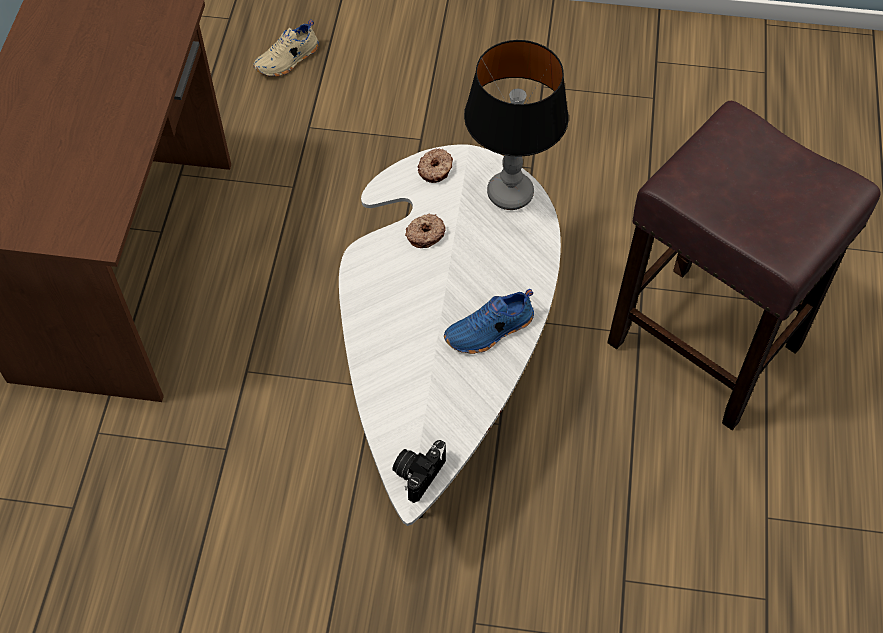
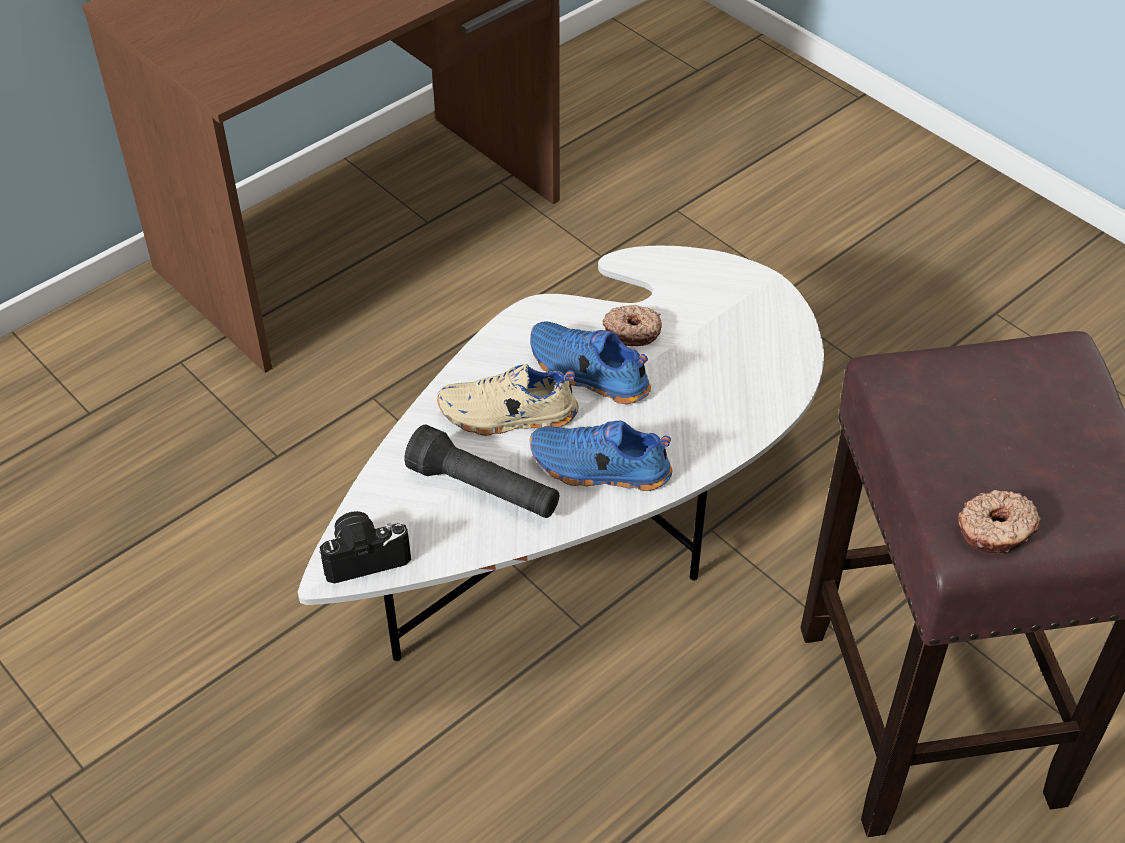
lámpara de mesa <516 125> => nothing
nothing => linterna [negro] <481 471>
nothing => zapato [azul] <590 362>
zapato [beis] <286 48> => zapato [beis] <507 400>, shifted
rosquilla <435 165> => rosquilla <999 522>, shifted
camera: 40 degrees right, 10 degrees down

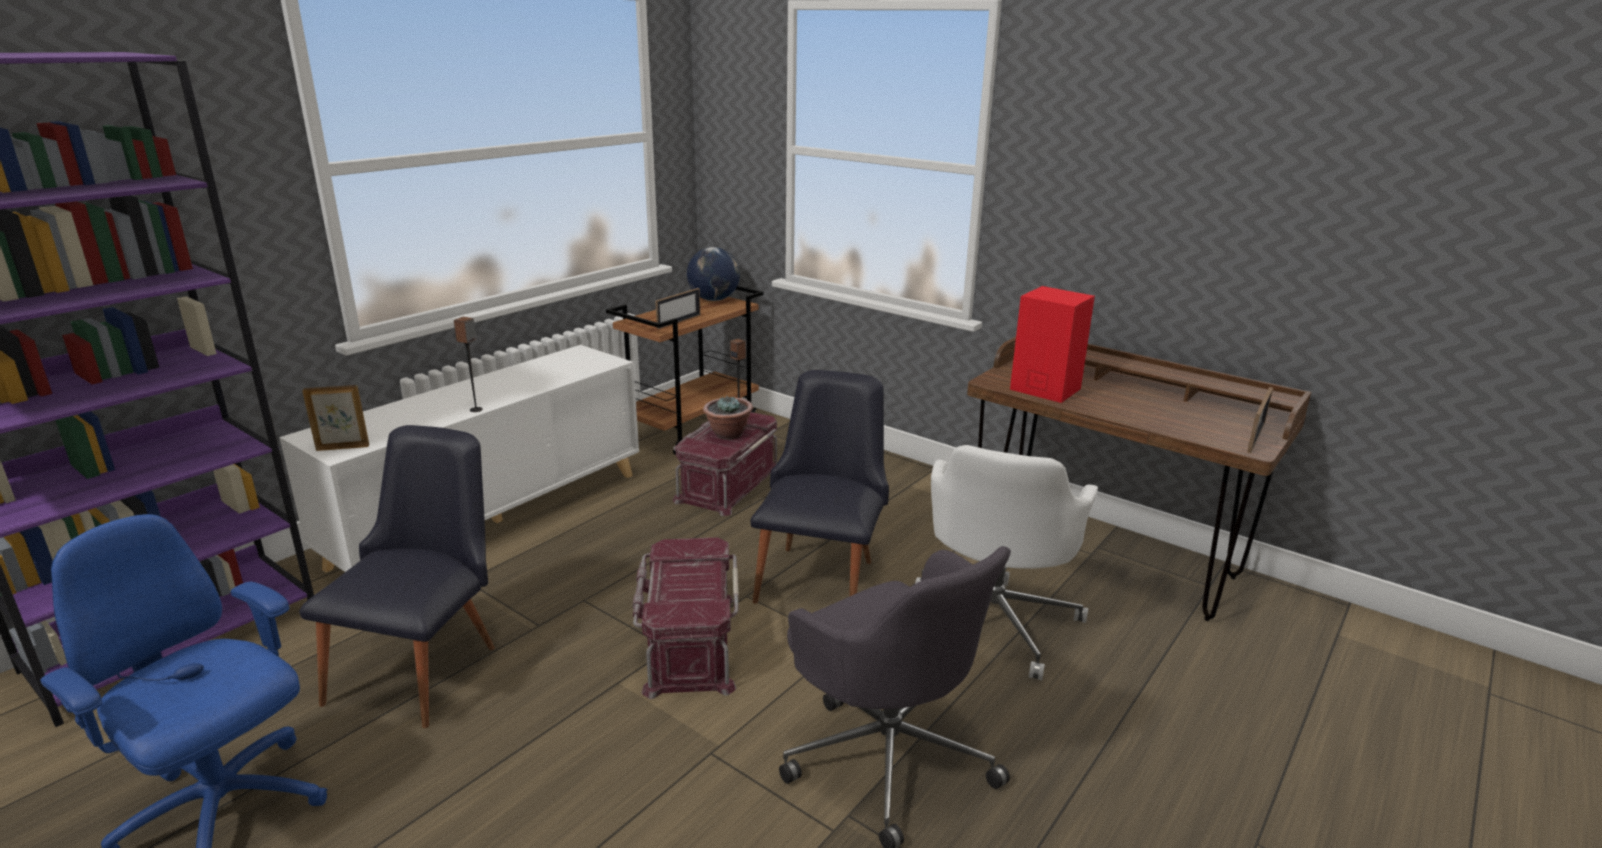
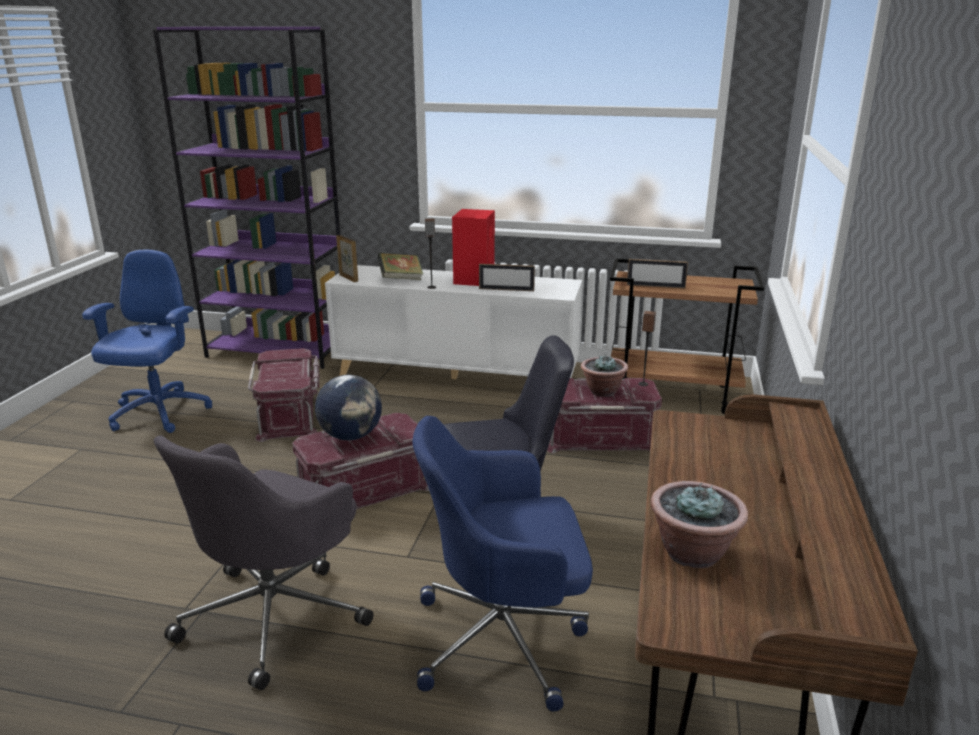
nothing => libro <400 266>
nothing => planta en maceta <699 524>
globo terráqueo <713 274> => globo terráqueo <348 407>, shifted
altavoz [rojo] <1052 344> => altavoz [rojo] <473 247>, shifted
portarretratos <1260 420> => portarretratos <507 277>, shifted
silla [negro] <397 576> => caja de almacenaje [rojo] <284 395>
silla de oficina [blanco] <1006 562> => silla de oficina [azul] <502 564>
camera: 65 degrees right, 0 degrees up

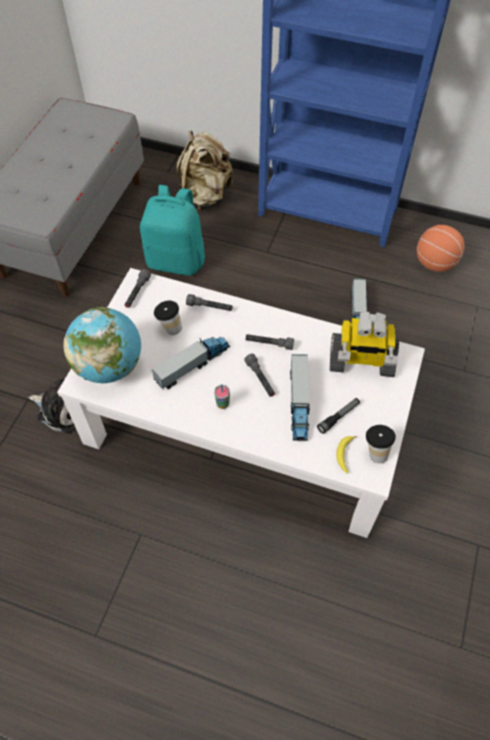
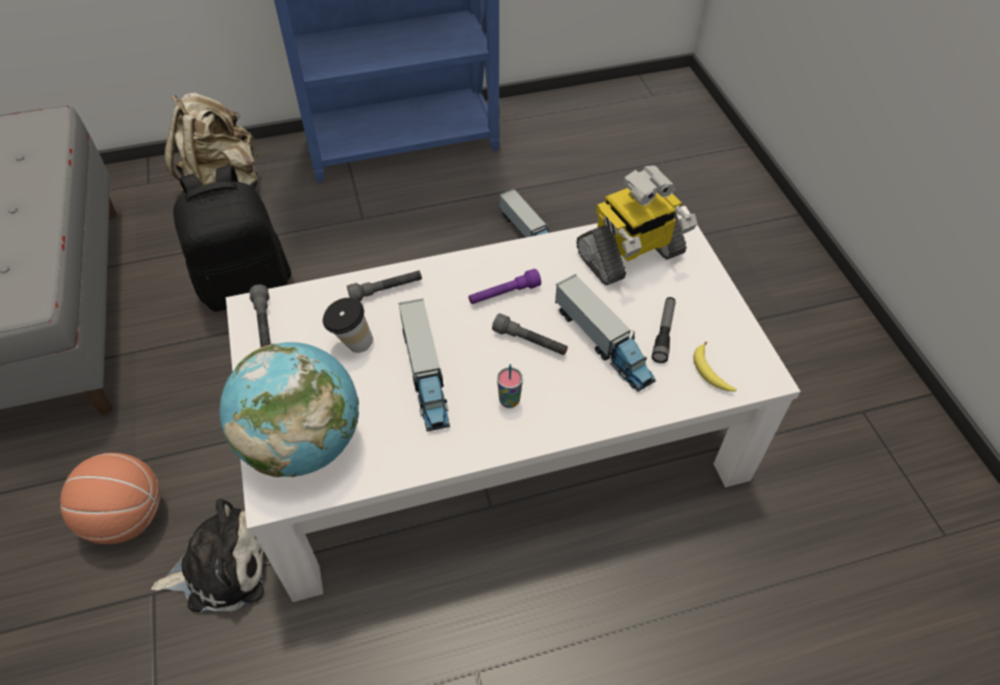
taza <381 444> => nothing
balón de baloncesto <441 248> => balón de baloncesto <110 498>, shifted
mochila [turquesa] <172 230> => mochila [negro] <232 238>
linterna [gris] <270 342> => linterna [morado] <505 286>
camión de juguete <191 363> => camión de juguete <424 365>, 150 degrees clockwise
camera: 35 degrees left, 5 degrees down

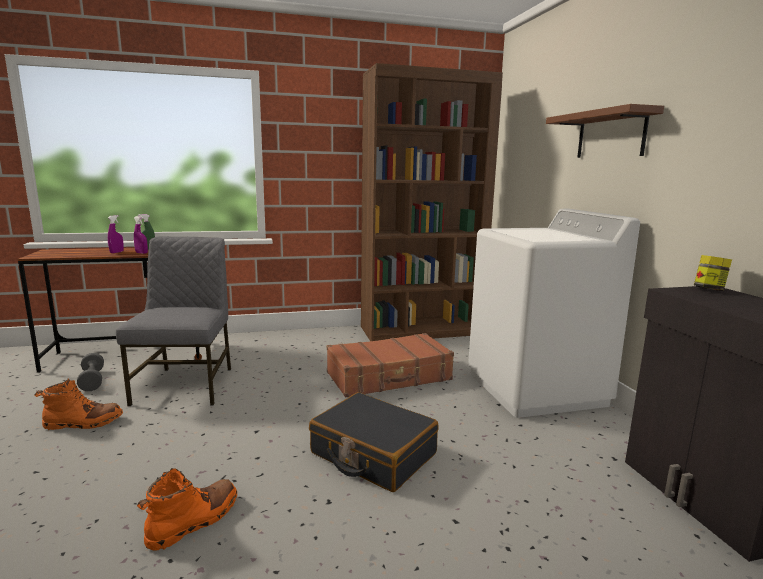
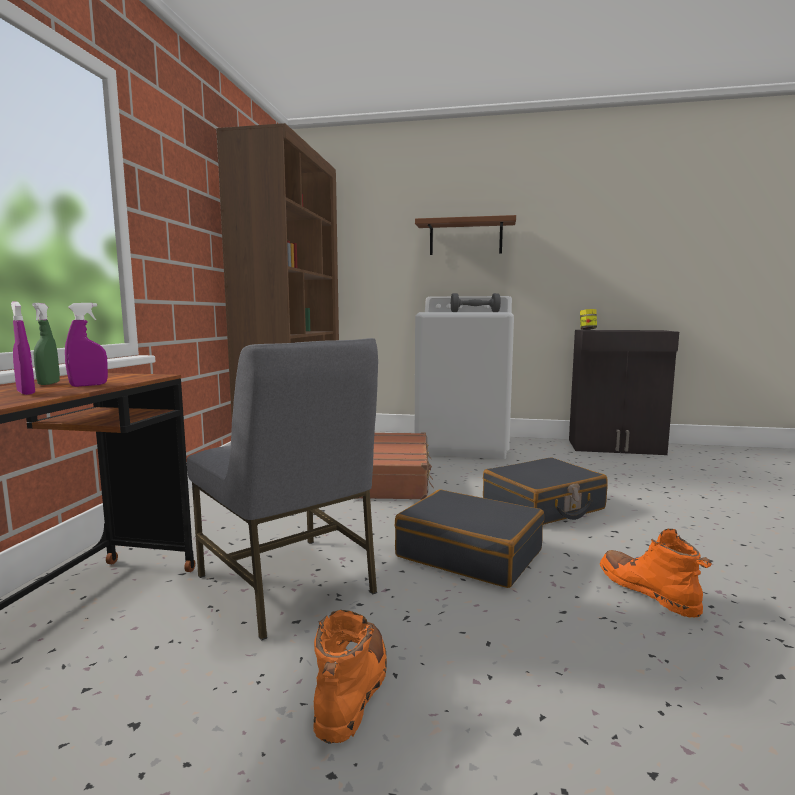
nothing => maleta [negro] <469 539>
mancuerna [gris] <90 372> => mancuerna [gris] <476 302>, shifted
silla [gris] <173 321> => silla [gris] <282 489>, 150 degrees counterclockwise
camera: 65 degrees left, 5 degrees down

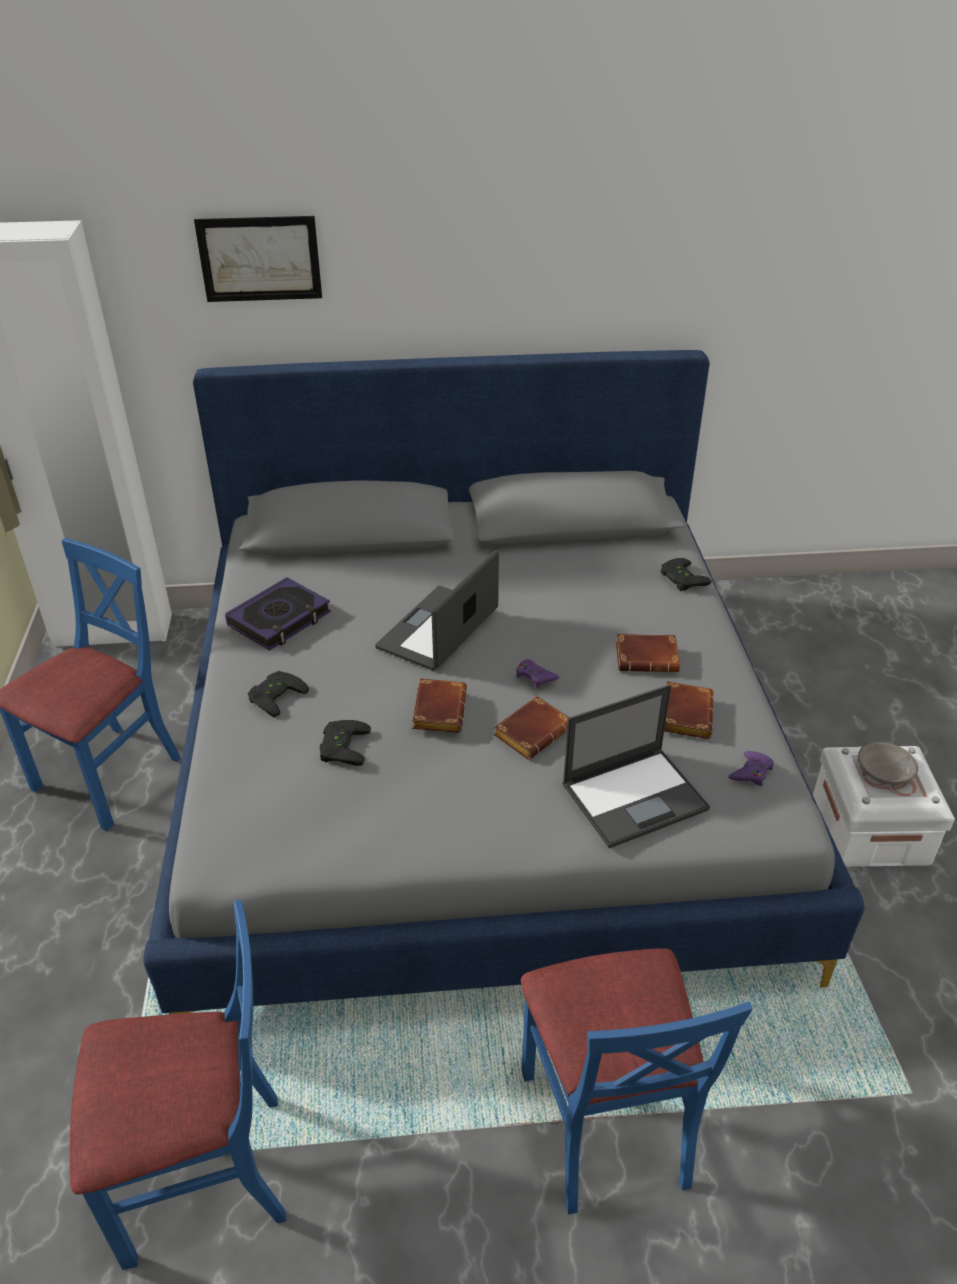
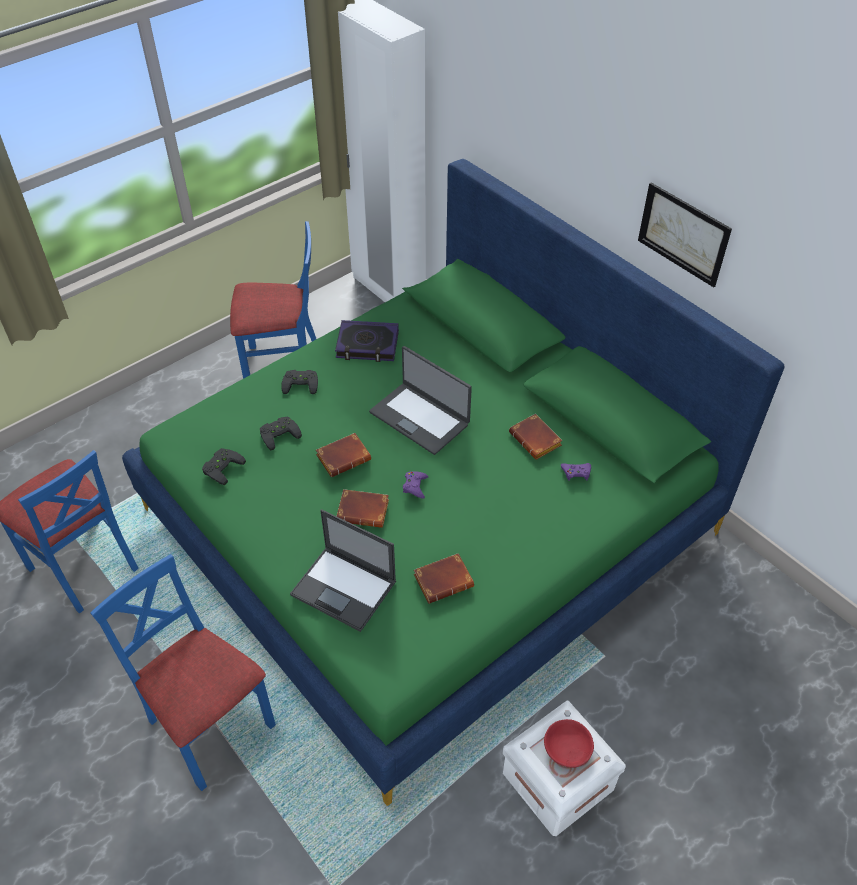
cuadro <258 259> => cuadro <685 235>, shifted
libro [marrón] <648 653> => libro [marrón] <535 437>, shifted
mando de consola [negro] <686 574> => mando de consola [negro] <224 466>, shifted
mando de consola [morado] <751 768> => mando de consola [morado] <576 472>, shifted
cama [gris] <504 682> => cama [verde] <453 482>
cuenco [gris] <888 763> => cuenco [rojo] <569 743>
portátil <437 610> => portátil <420 400>, 135 degrees counterclockwise
silla [azul] <637 1081> => silla [azul] <183 672>, 90 degrees clockwise
camera: 55 degrees right, 10 degrees up

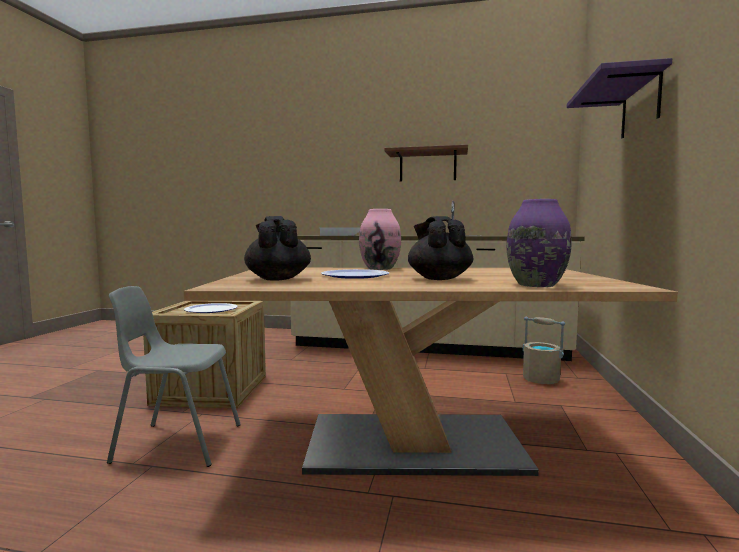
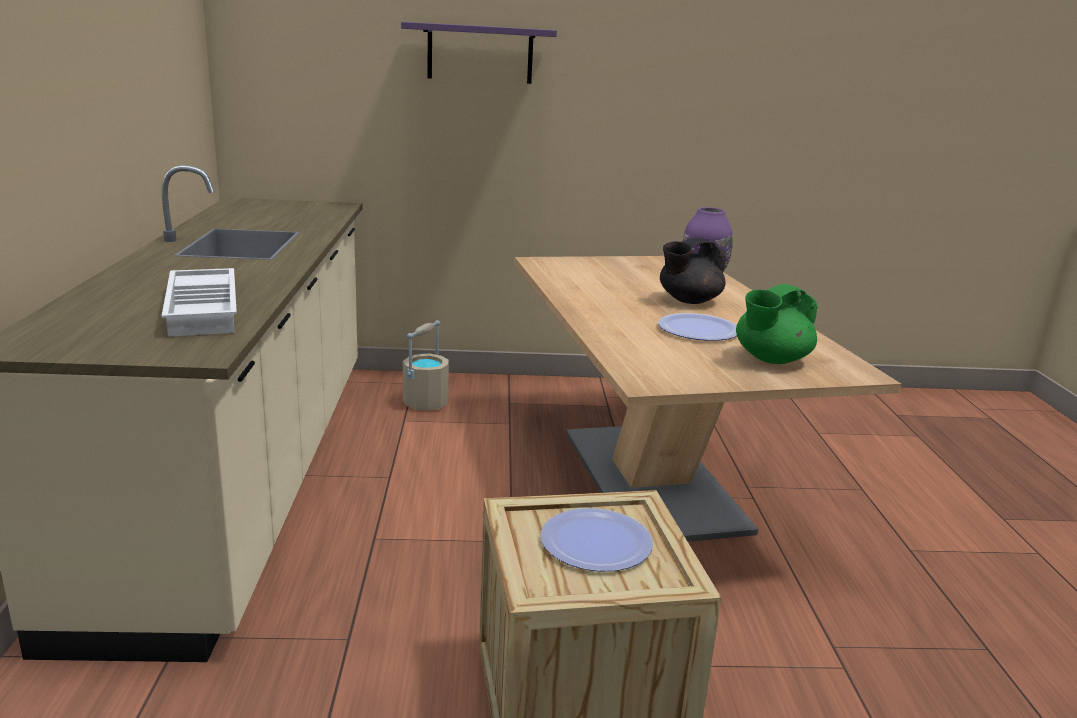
silla [gris] <174 376> => nothing
florero [rosa] <380 239> => nothing
estante [marrón] <426 163> => nothing
tetera [negro] <277 248> => tetera [verde] <777 324>
camera: 105 degrees left, 15 degrees up

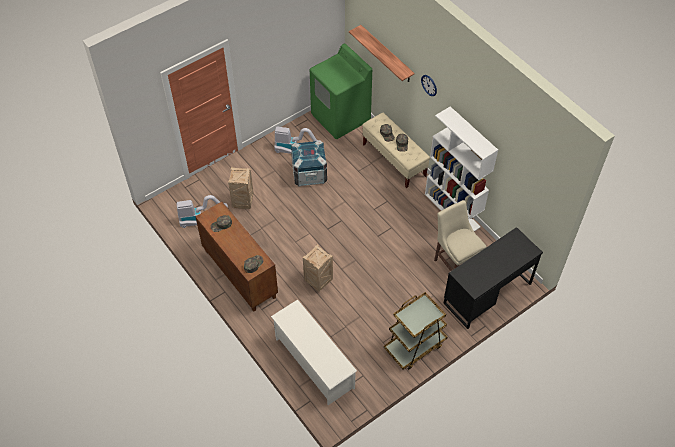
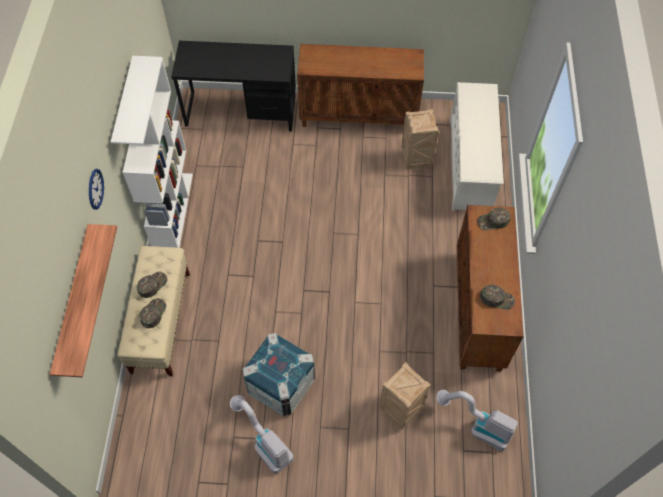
lavadora [verde] <341 91> => nothing
silla [beis] <460 235> => nothing
caja de embalaje <318 268> => caja de embalaje <420 139>, shifted
carrito [marrón] <415 331> => armario [marrón] <360 85>
camera: 140 degrees left, 5 degrees up

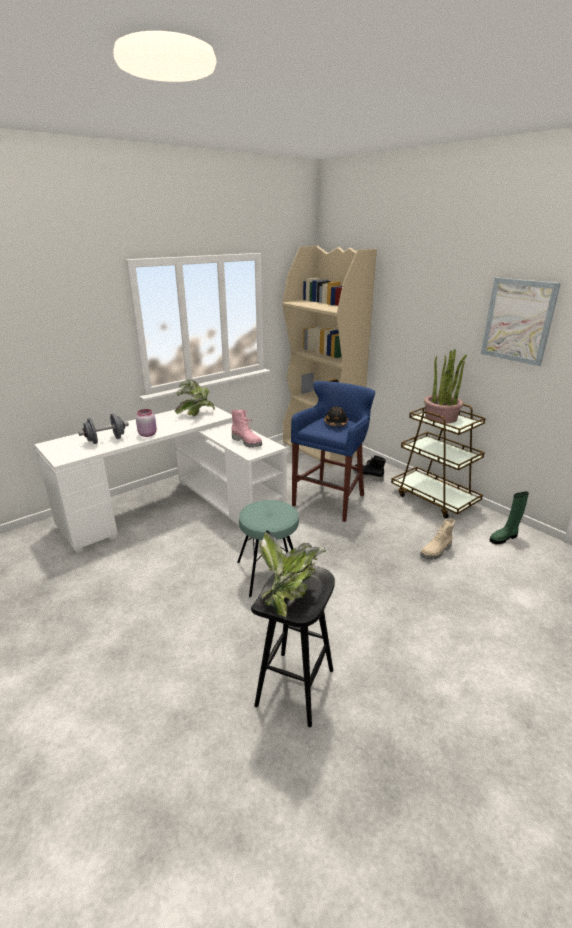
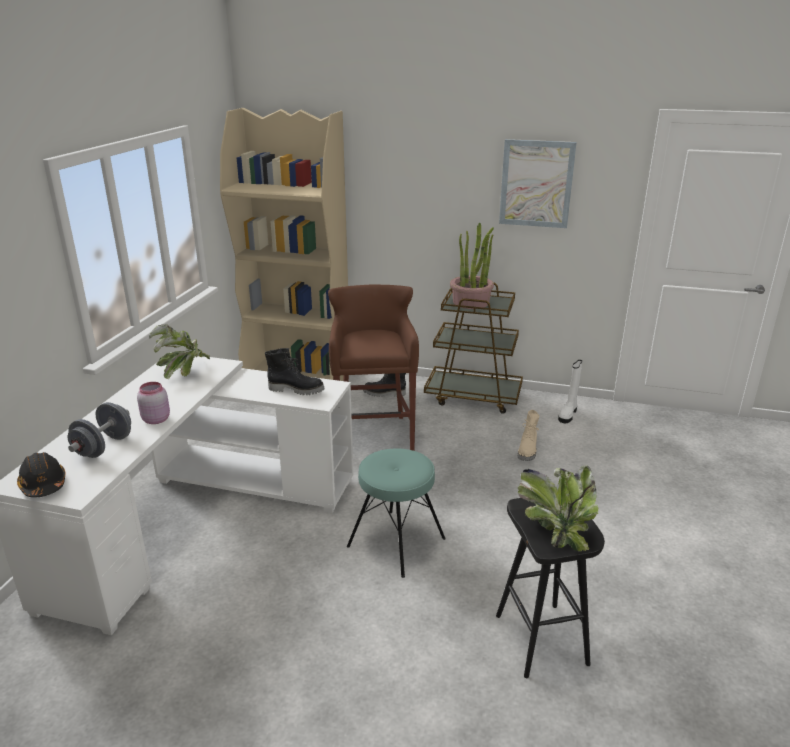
casco [negro] <336 416> => casco [negro] <41 475>, shifted
bota [rosa] <246 429> => bota [negro] <295 371>
taburete [azul] <333 451> => taburete [marrón] <373 368>
bota [verde] <509 518> => bota [blanco] <570 391>
camera: 35 degrees left, 0 degrees up

